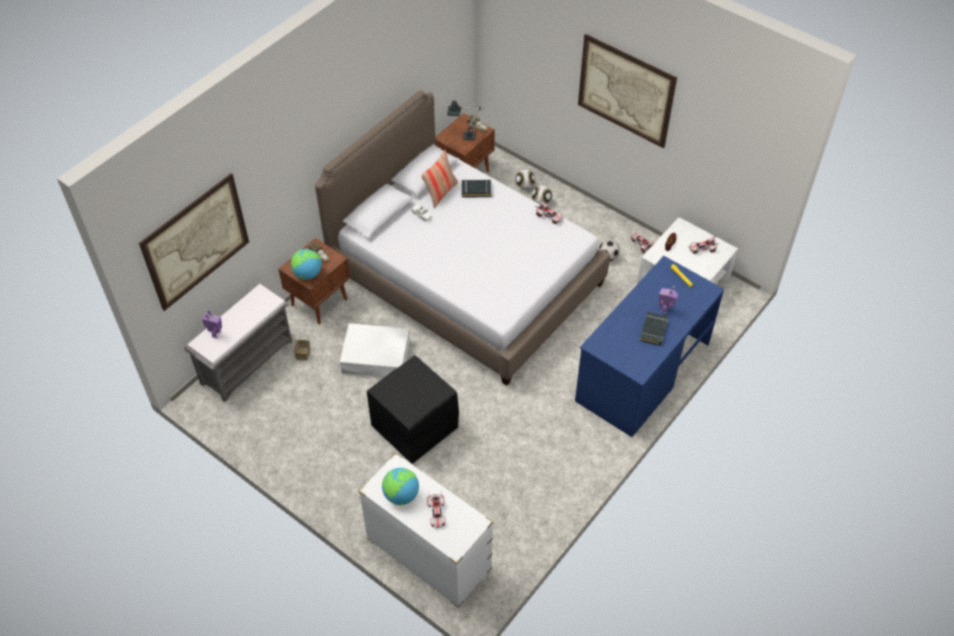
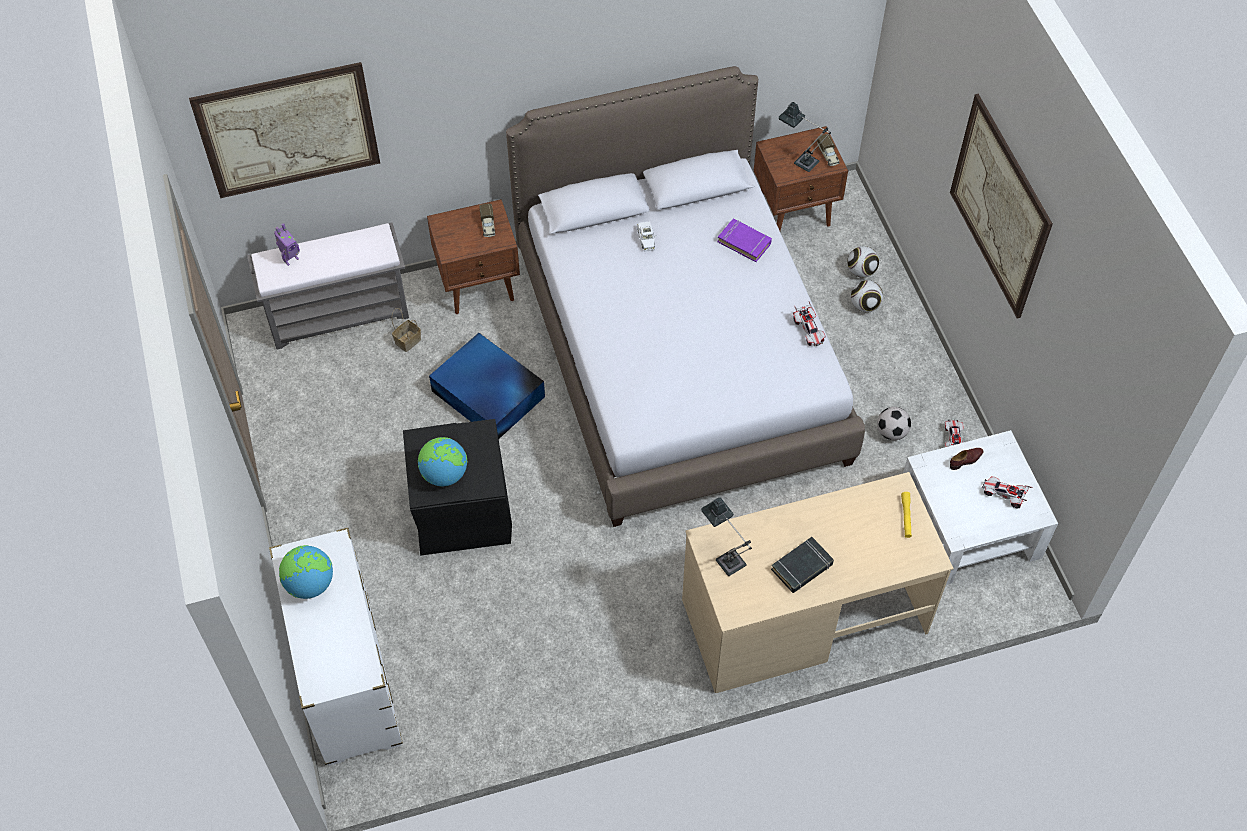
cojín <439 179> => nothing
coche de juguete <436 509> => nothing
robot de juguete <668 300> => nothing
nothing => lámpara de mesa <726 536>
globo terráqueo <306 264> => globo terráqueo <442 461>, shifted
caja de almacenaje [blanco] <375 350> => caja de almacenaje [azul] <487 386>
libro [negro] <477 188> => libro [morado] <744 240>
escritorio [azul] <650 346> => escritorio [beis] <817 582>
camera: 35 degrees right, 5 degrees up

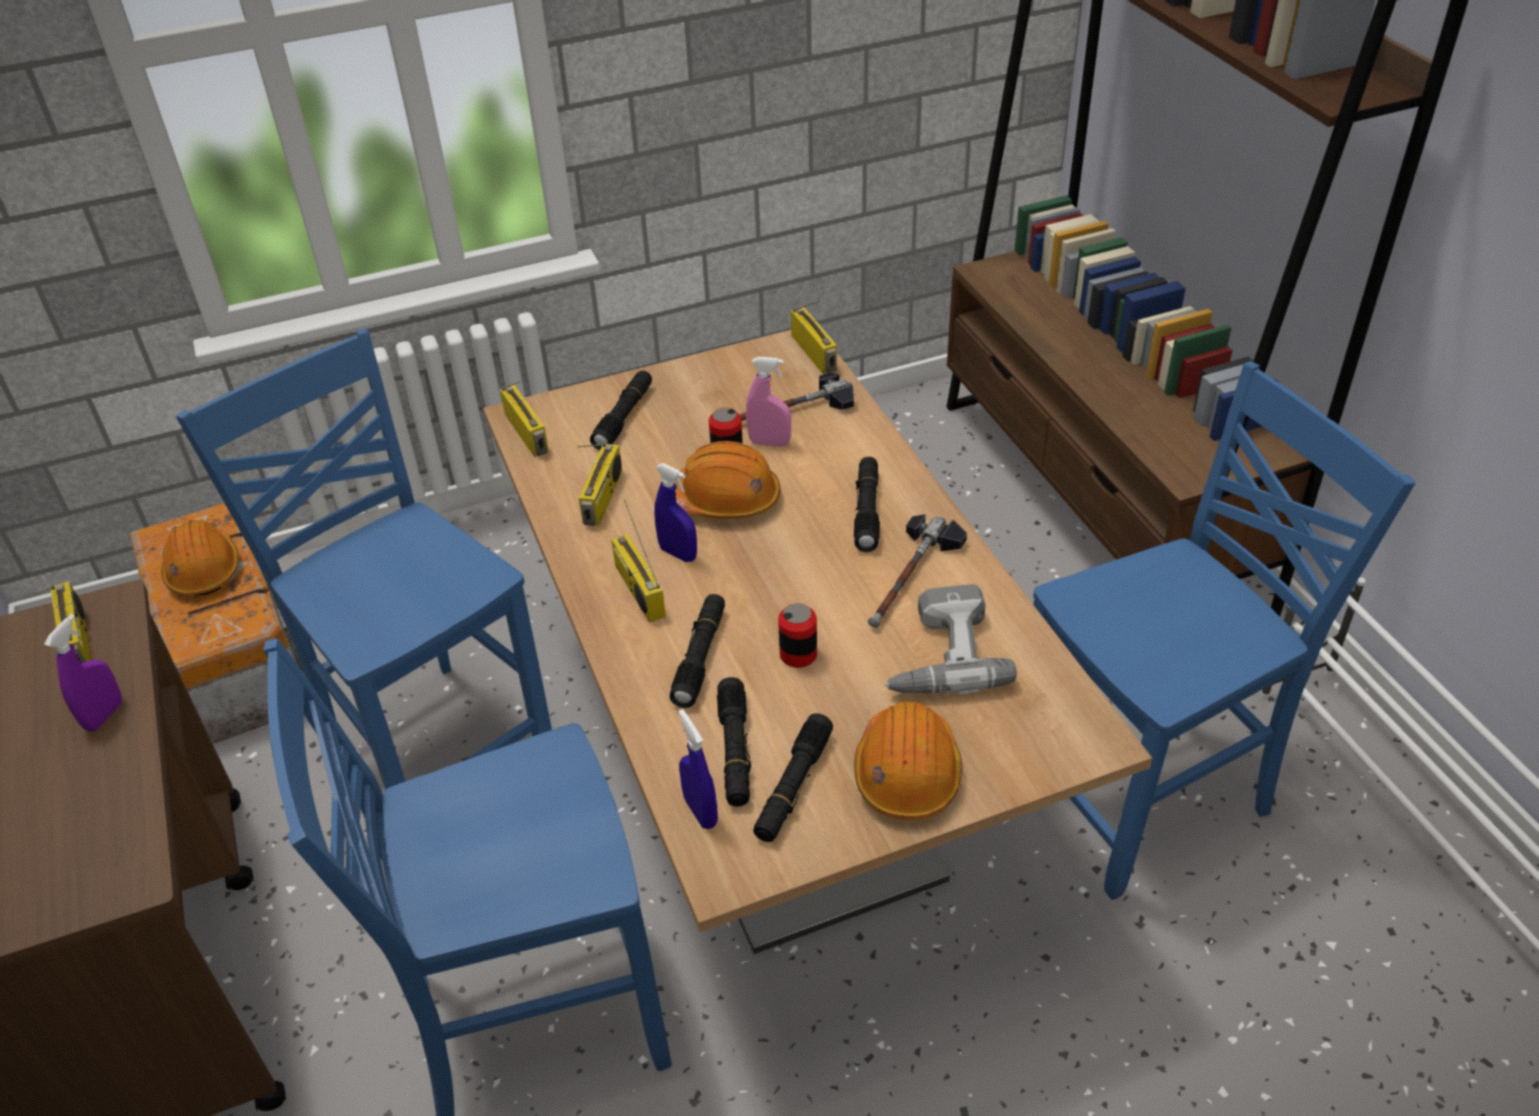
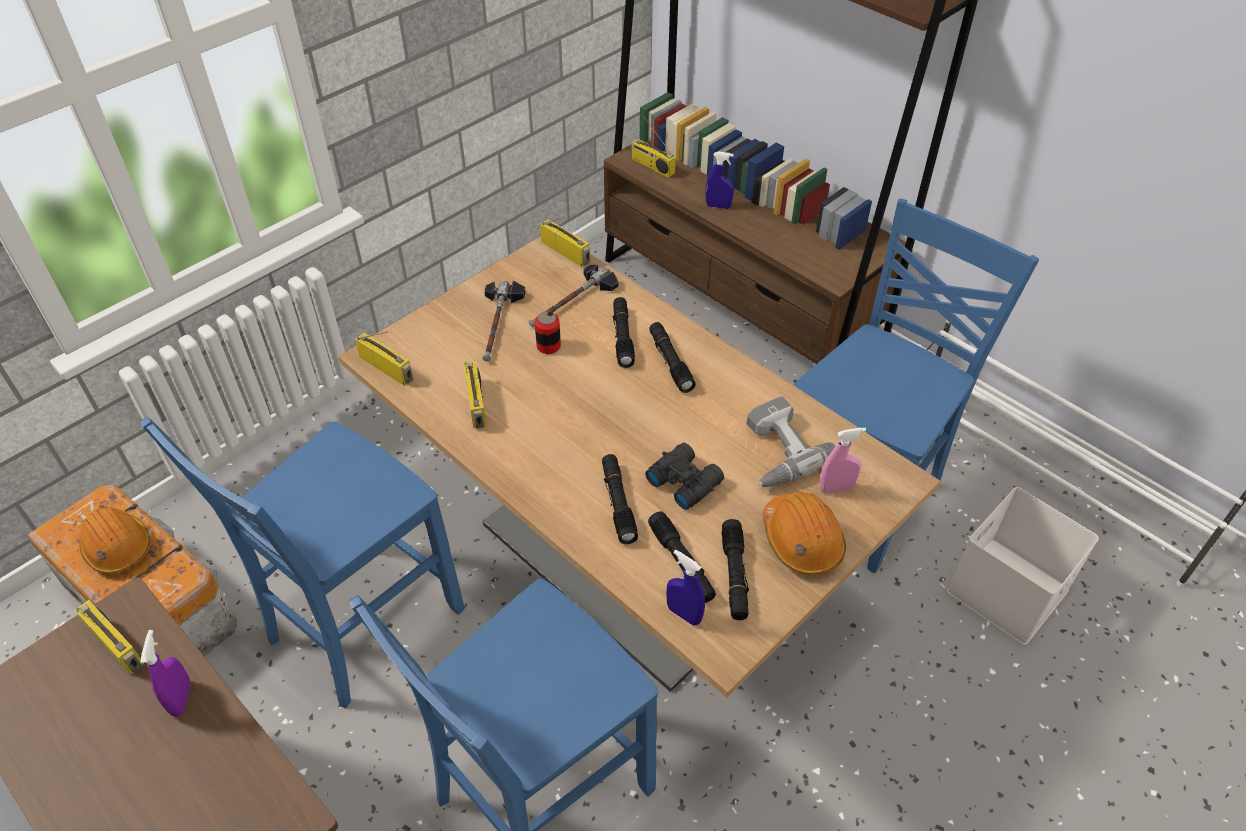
casco [naranja] <727 480> => nothing
nothing => caja de almacenaje [blanco] <1023 566>
linterna [negro] <621 410> => linterna [negro] <624 332>, shifted
radio <638 561> => radio <653 147>, shifted
pulverizador [azul] <675 512> => pulverizador [azul] <719 180>, shifted
pulverizador [rosa] <768 402> => pulverizador [rosa] <843 461>, shifted
martillo <917 571> => martillo <504 321>, shifted
lata <797 635> => prismáticos [negro] <684 476>
silla [azul] <364 559> => silla [azul] <302 562>, 75 degrees counterclockwise
camera: 25 degrees left, 5 degrees up

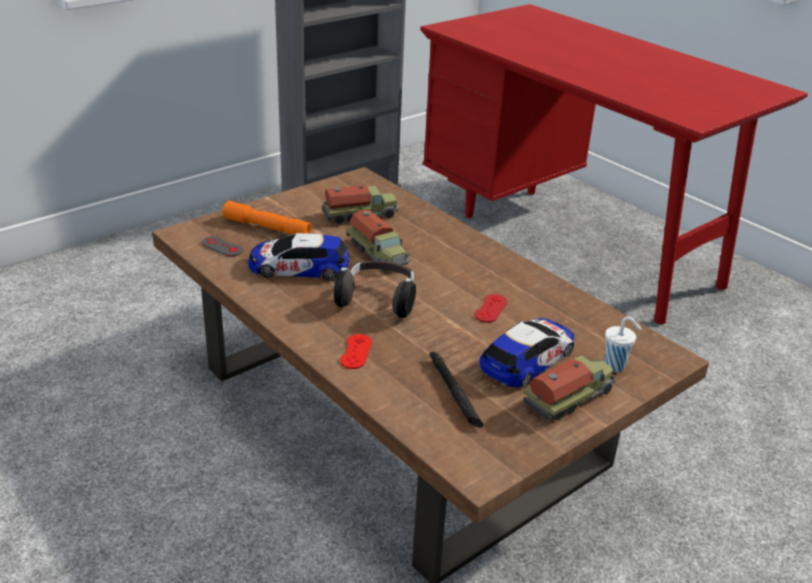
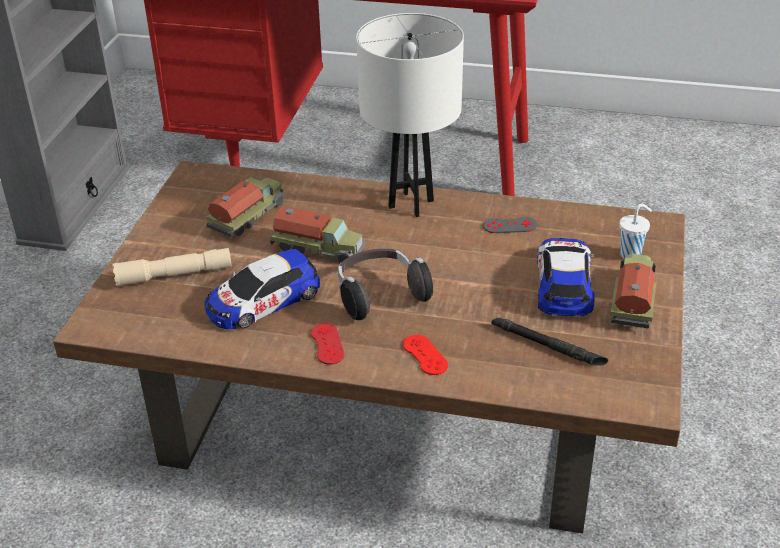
nothing => lámpara de mesa [blanco] <410 115>
mando de consola [gris] <222 246> => mando de consola [gris] <510 225>, shifted
mando de consola [rojo] <490 308> => mando de consola [rojo] <328 344>, shifted
linterna [naranja] <266 217> => linterna [beis] <172 267>
camera: 35 degrees left, 5 degrees up

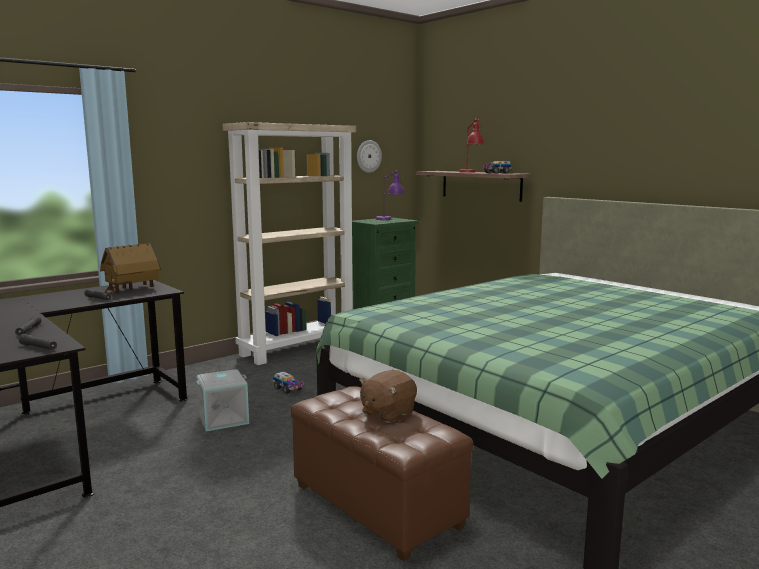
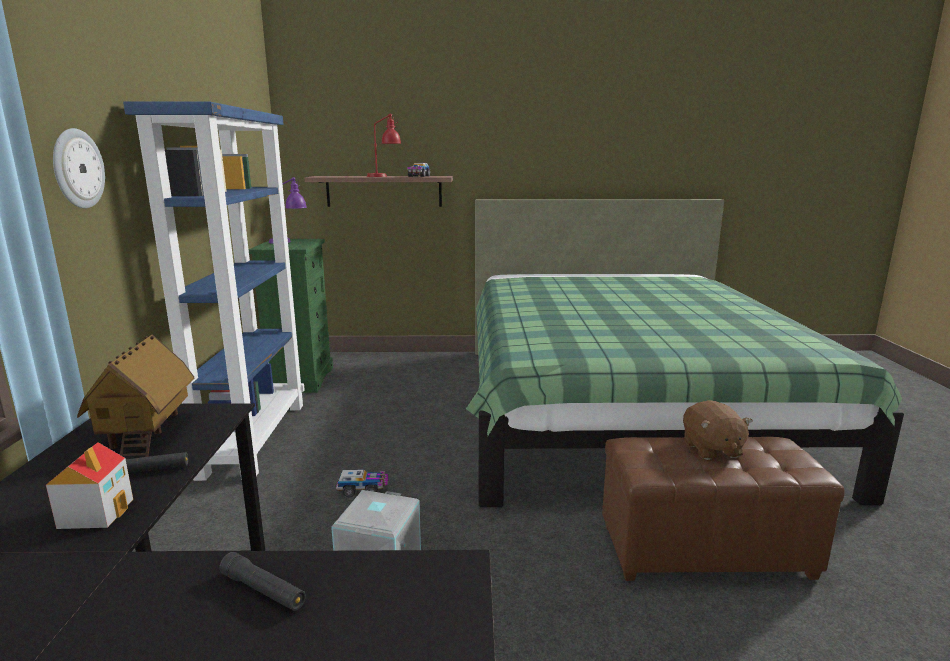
linterna [negro] <38 342> => nothing
nothing => casita <89 485>
reloj de pared <369 156> => reloj de pared <79 168>, shifted
estantería [beis] <289 243> => estantería [azul] <214 291>
camera: 50 degrees left, 5 degrees up

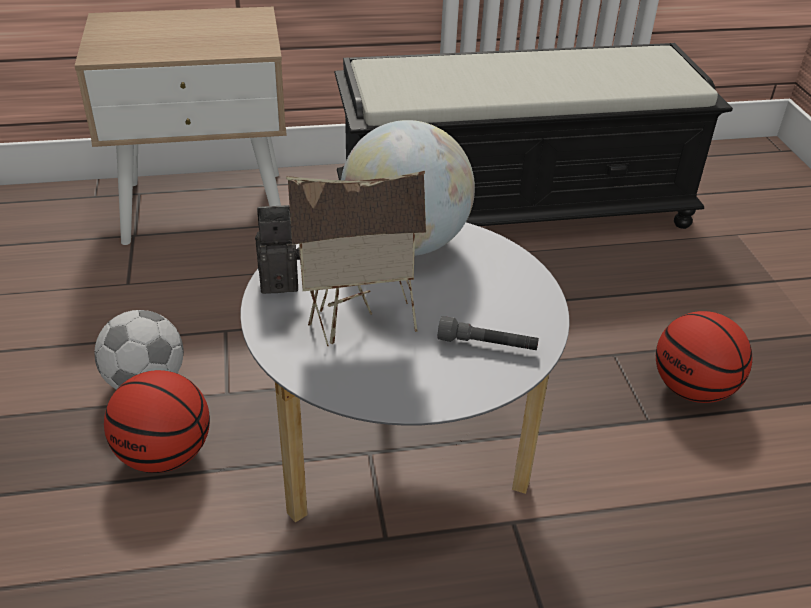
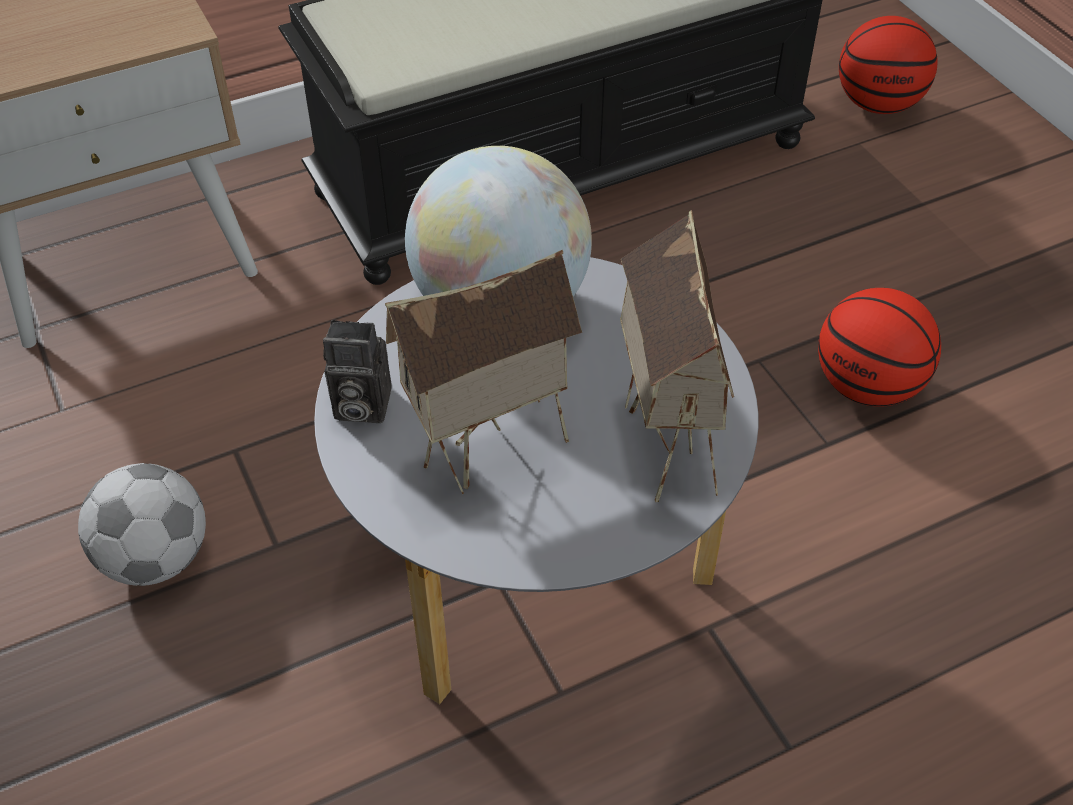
balón de baloncesto <157 421> => balón de baloncesto <888 65>, shifted
linterna [gris] <488 333> => casita <677 356>
cámara <277 249> => cámara <357 371>, 150 degrees counterclockwise
camera: 15 degrees left, 10 degrees up

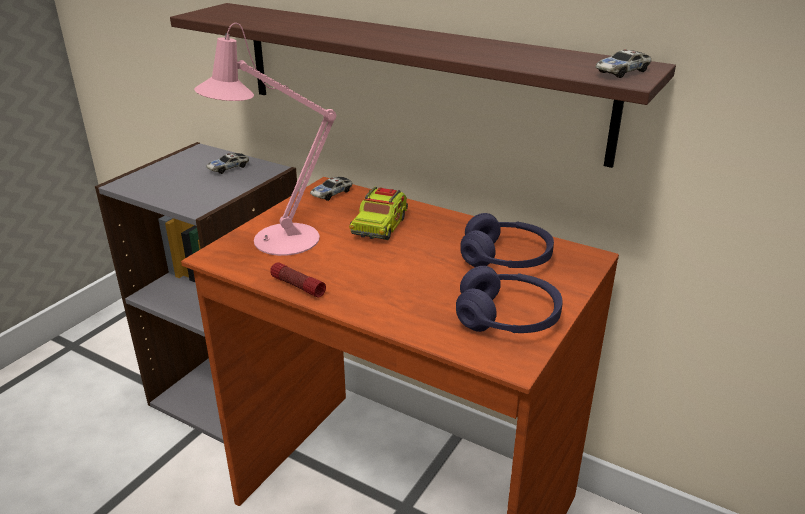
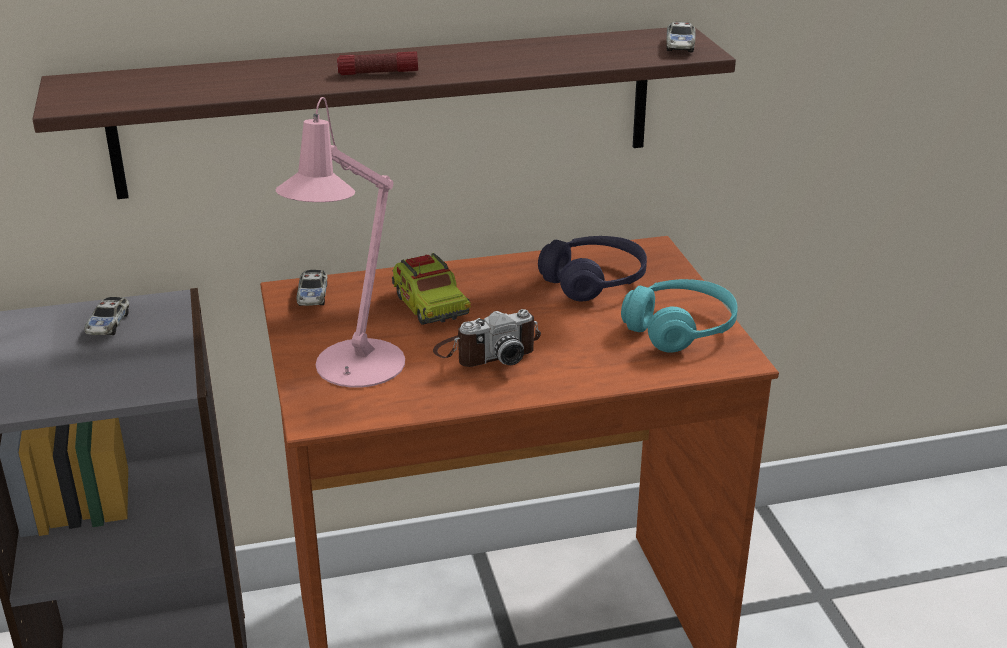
nothing => cámara <487 338>
linterna <298 279> => linterna <377 63>, shifted
auriculares [morado] <509 299> => auriculares [turquesa] <679 315>
camera: 45 degrees left, 0 degrees up

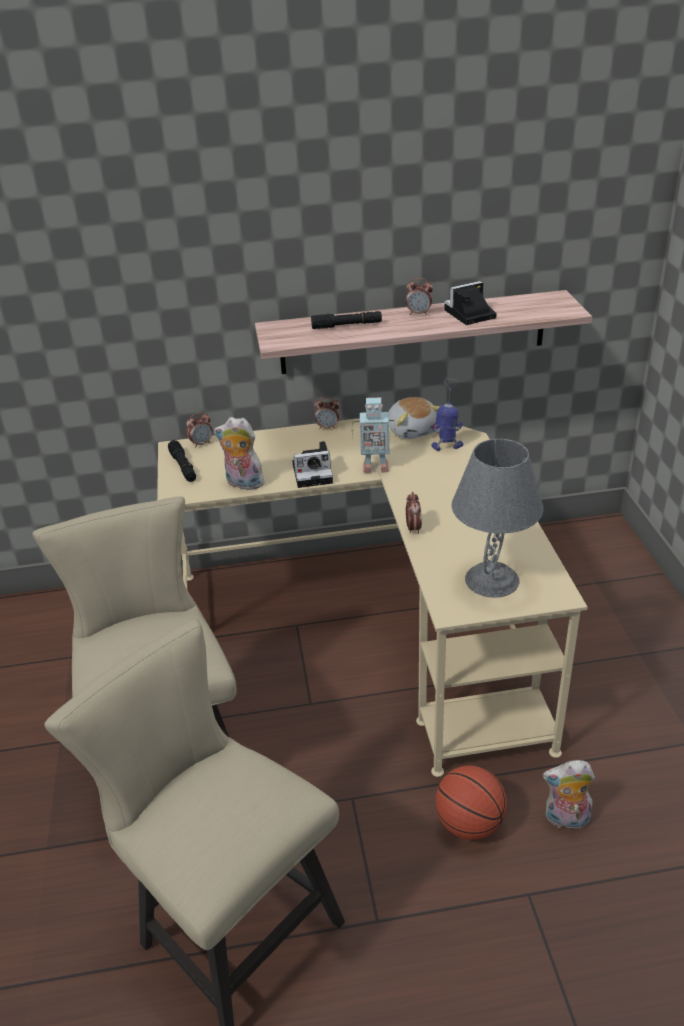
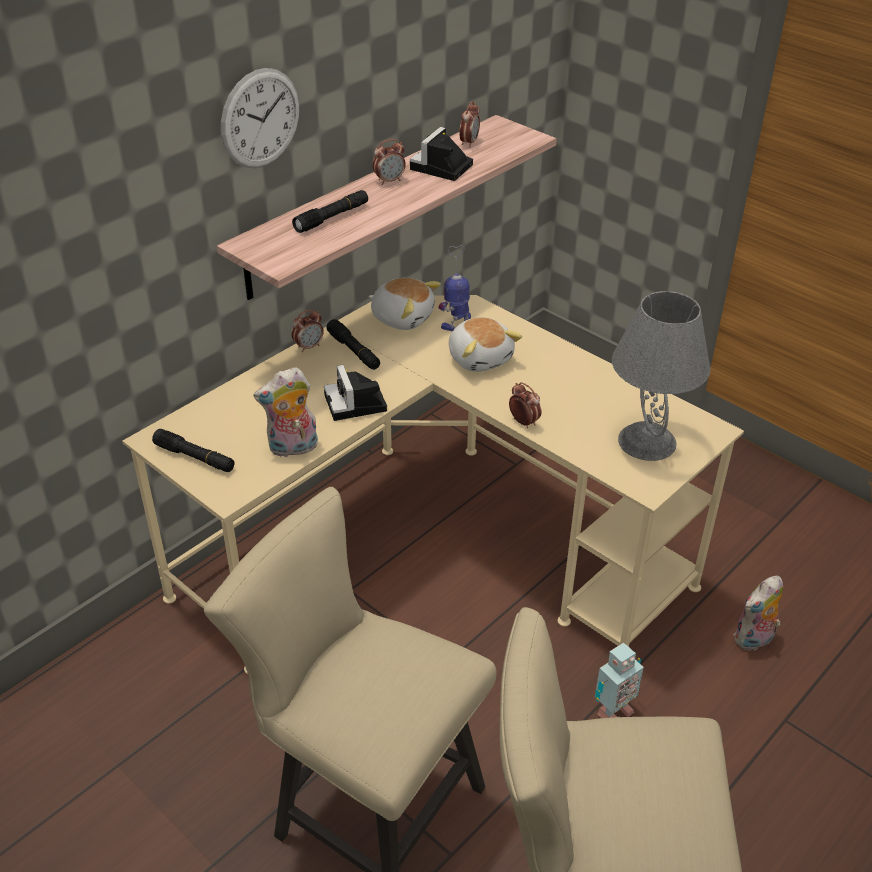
balón de baloncesto <471 802> => nothing
nothing => reloj de pared <260 118>
nothing => linterna [negro] <353 344>
nothing => peluche <485 344>
despertador <199 430> => despertador <469 124>, shifted
robot de juguete <374 435> => robot de juguete <619 680>, shifted
cámara <313 464> => cámara <355 393>, 120 degrees clockwise
camera: 40 degrees left, 5 degrees up

